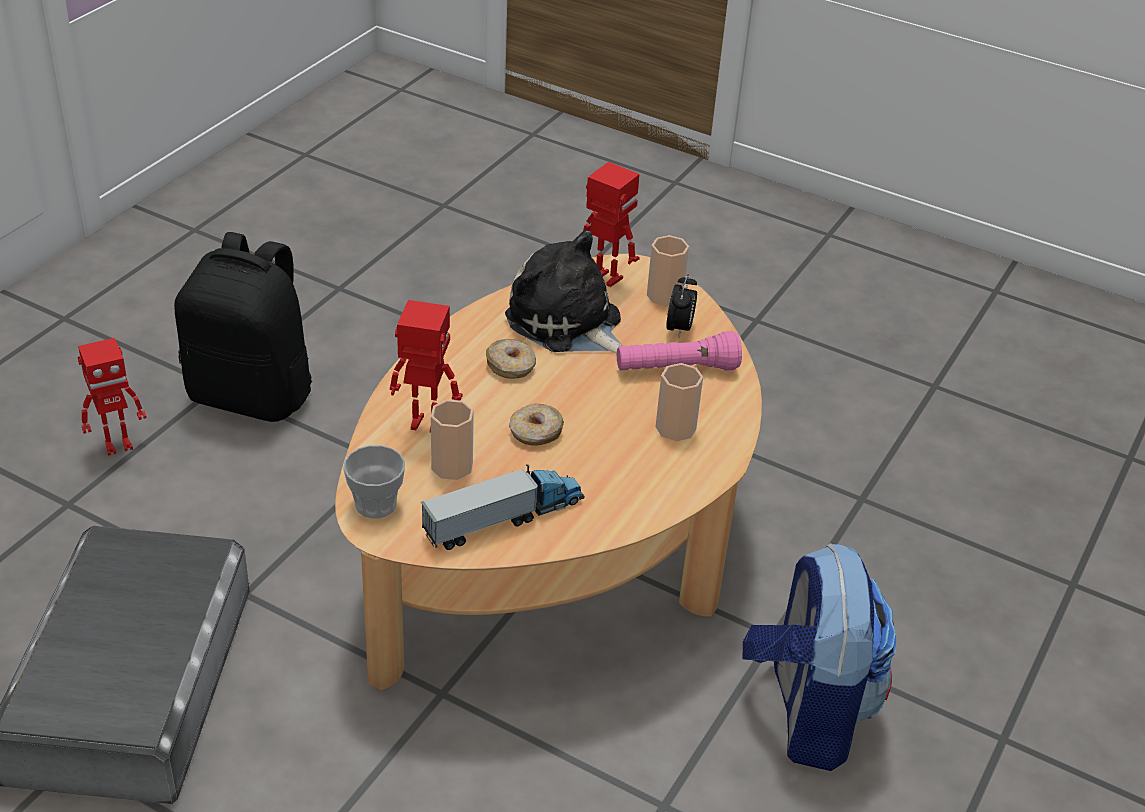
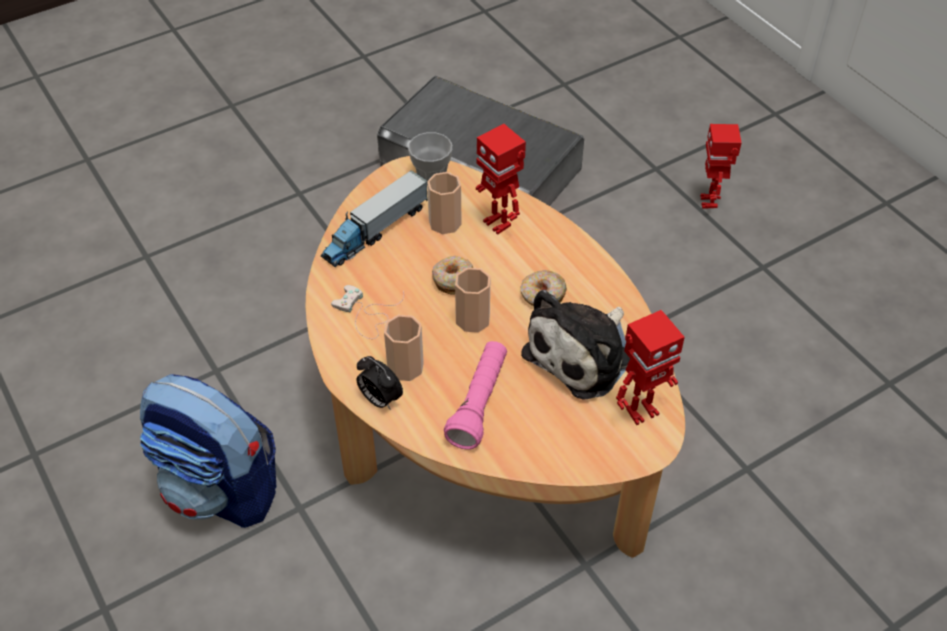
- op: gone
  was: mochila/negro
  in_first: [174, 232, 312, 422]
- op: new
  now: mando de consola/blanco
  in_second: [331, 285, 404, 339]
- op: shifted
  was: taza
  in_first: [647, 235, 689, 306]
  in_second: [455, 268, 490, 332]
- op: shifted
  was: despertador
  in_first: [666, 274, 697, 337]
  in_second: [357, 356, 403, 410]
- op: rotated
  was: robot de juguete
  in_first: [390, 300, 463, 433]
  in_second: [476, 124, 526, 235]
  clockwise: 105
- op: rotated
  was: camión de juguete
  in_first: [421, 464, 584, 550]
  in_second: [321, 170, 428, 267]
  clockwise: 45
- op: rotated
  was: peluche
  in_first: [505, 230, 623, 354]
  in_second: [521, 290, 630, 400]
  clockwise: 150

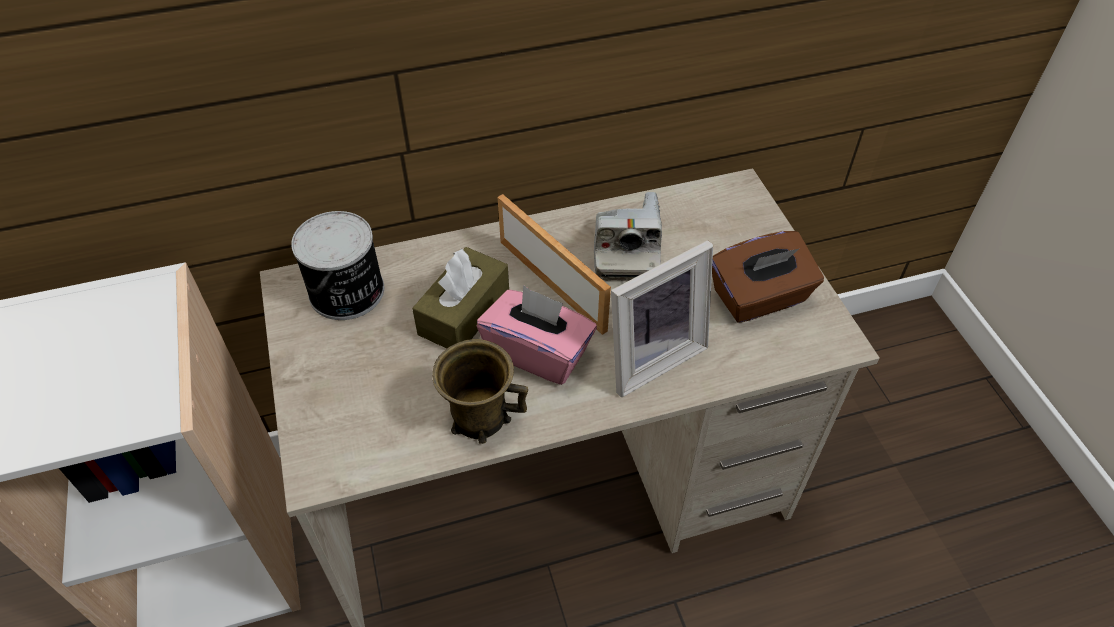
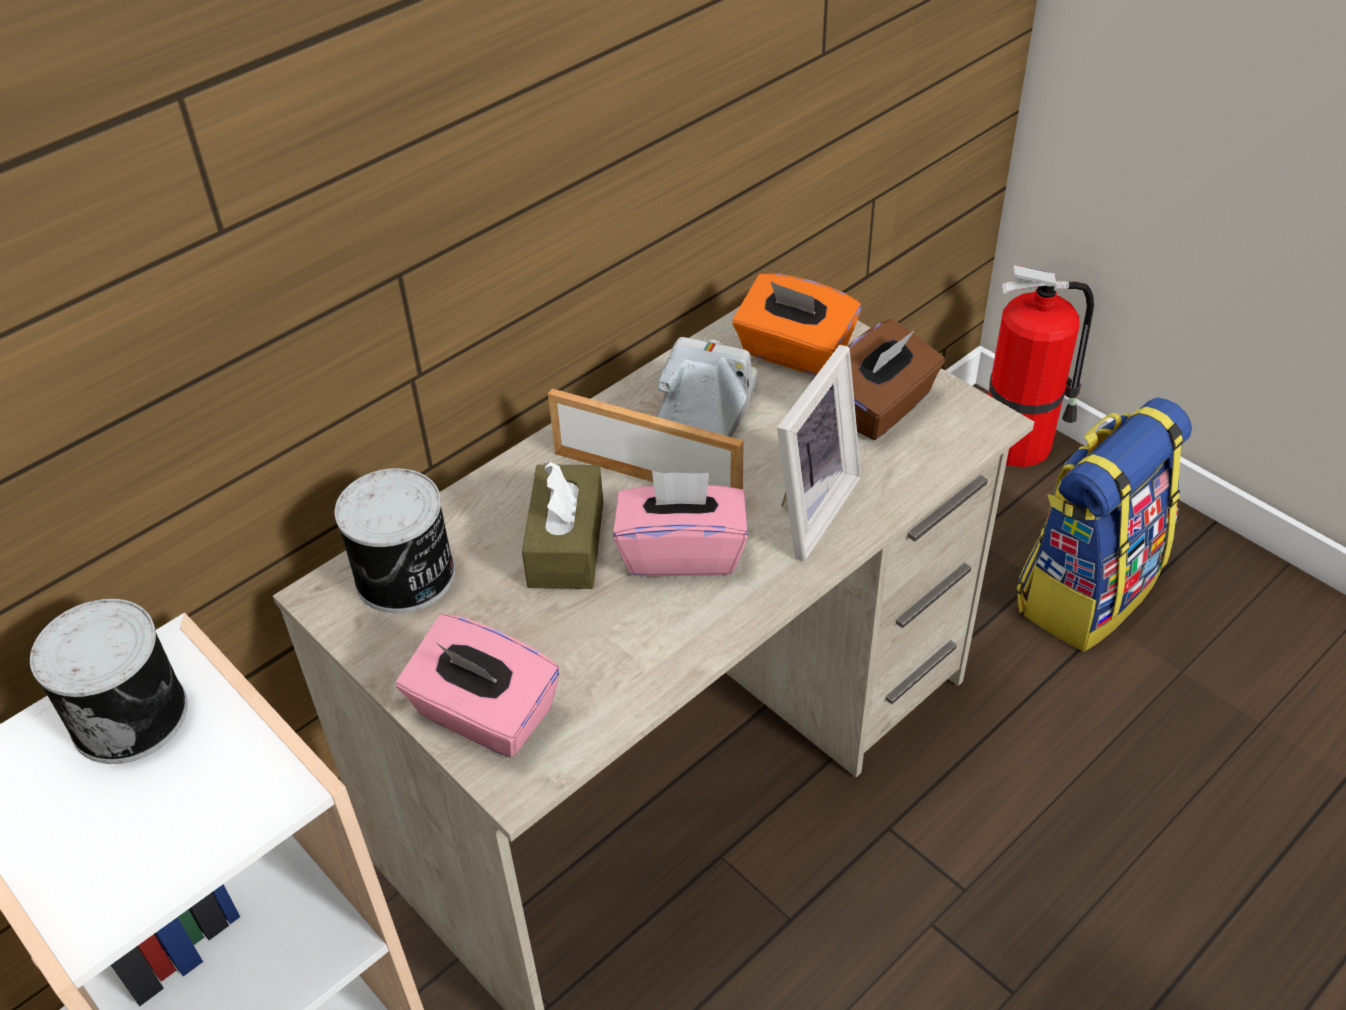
- op: gone
  was: taza grande/marrón
  in_first: [432, 339, 528, 444]
- op: new
  now: lata
  in_second: [30, 599, 188, 764]
- op: new
  now: caja de pañuelos/rosa
  in_second: [396, 614, 560, 757]
- op: new
  now: caja de pañuelos/naranja
  in_second: [732, 274, 861, 376]
- op: new
  now: extintor
  in_second: [988, 265, 1094, 467]
- op: new
  now: mochila
  in_second: [1016, 397, 1192, 652]
- op: rotated
  was: cámara
  in_first: [594, 192, 662, 281]
  in_second: [656, 337, 757, 437]
  clockwise: -135

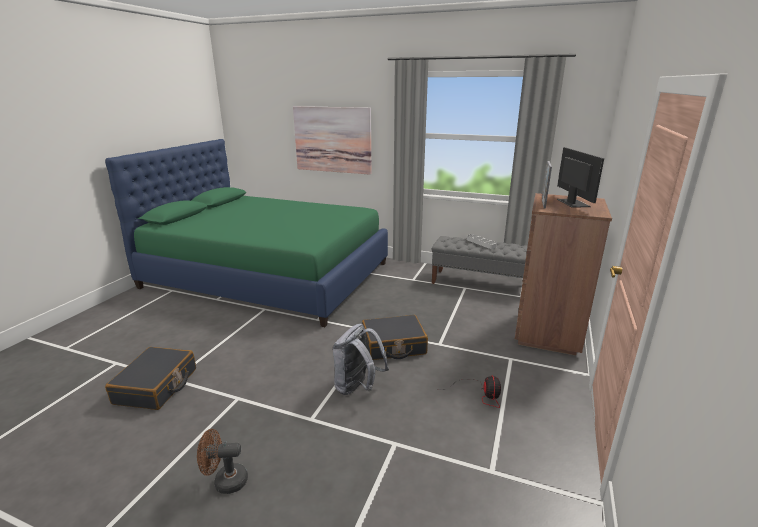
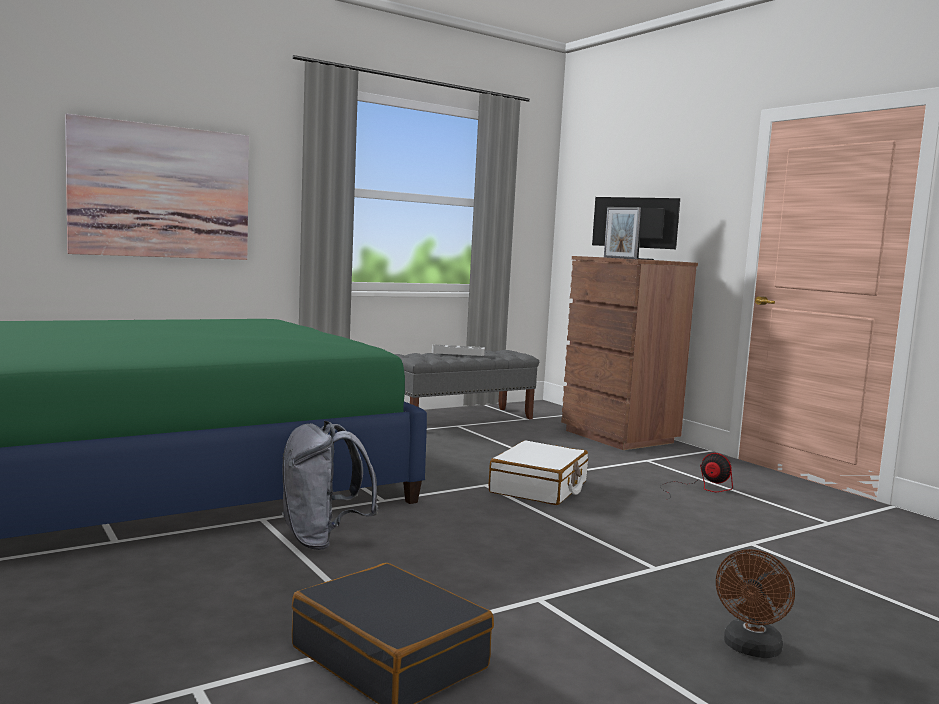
- op: shifted
  was: mochila/gris
  in_first: [332, 323, 389, 395]
  in_second: [282, 421, 379, 550]
- op: repainted
  was: maleta/negro
  now: maleta/blanco
  in_first: [362, 315, 428, 360]
  in_second: [489, 440, 588, 505]

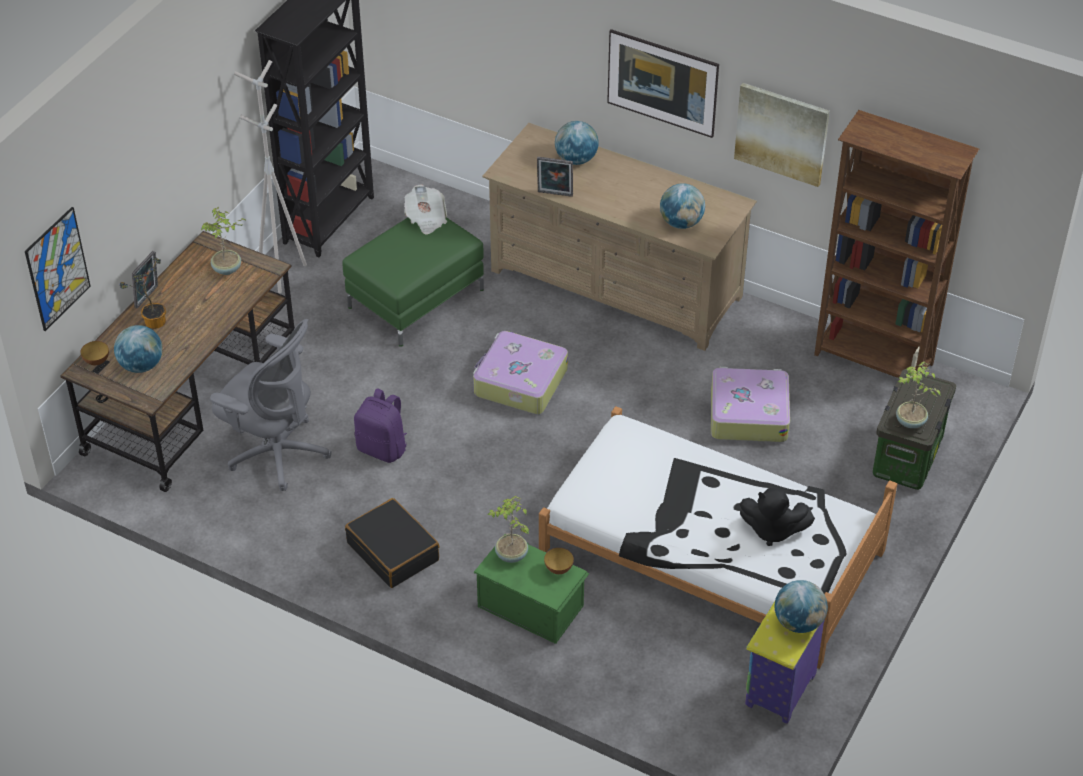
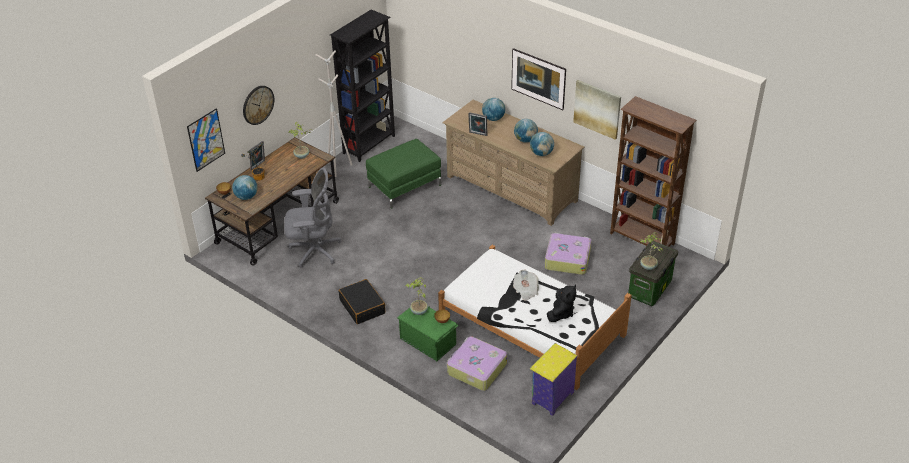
- op: gone
  was: mochila/morado
  in_first: [354, 388, 407, 463]
- op: new
  now: reloj de pared
  in_second: [243, 86, 274, 125]
- op: shifted
  was: periódico
  in_first: [404, 185, 447, 235]
  in_second: [513, 269, 539, 301]
- op: shifted
  was: maleta
  in_first: [473, 331, 568, 414]
  in_second: [447, 336, 507, 391]
- op: shifted
  was: globo terráqueo
  in_first: [775, 580, 828, 633]
  in_second: [514, 119, 538, 143]
- op: rotated
  was: silla de oficina/gris
  in_first: [210, 319, 332, 491]
  in_second: [284, 167, 341, 268]
  clockwise: -45
- op: rotated
  was: peluche/negro
  in_first: [740, 488, 815, 546]
  in_second: [547, 284, 576, 322]
  clockwise: -90

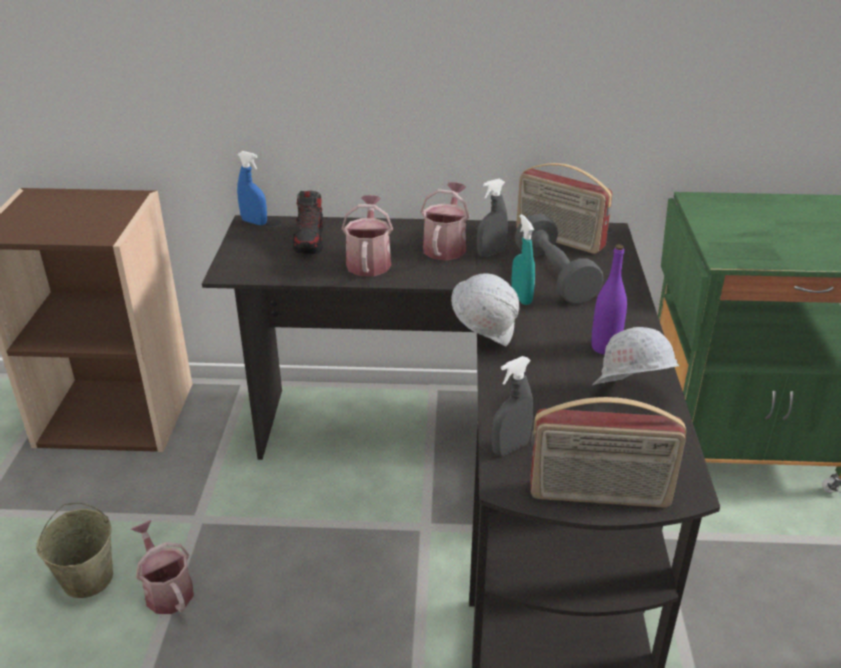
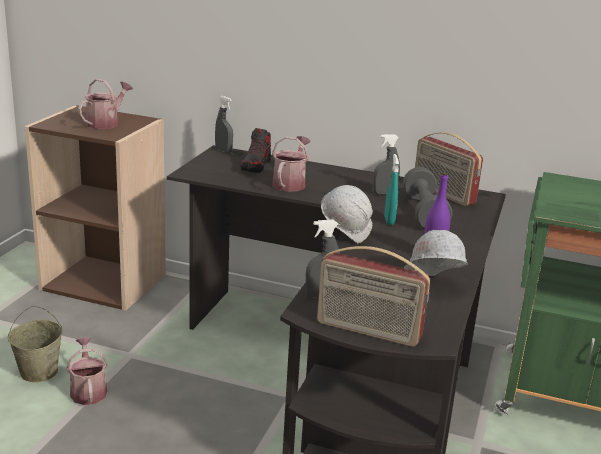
- op: shifted
  was: regadera
  in_first: [421, 182, 470, 261]
  in_second: [78, 79, 133, 129]
- op: repainted
  was: pulverizador/azul
  now: pulverizador/gris
  in_first: [237, 151, 267, 225]
  in_second: [215, 96, 233, 153]

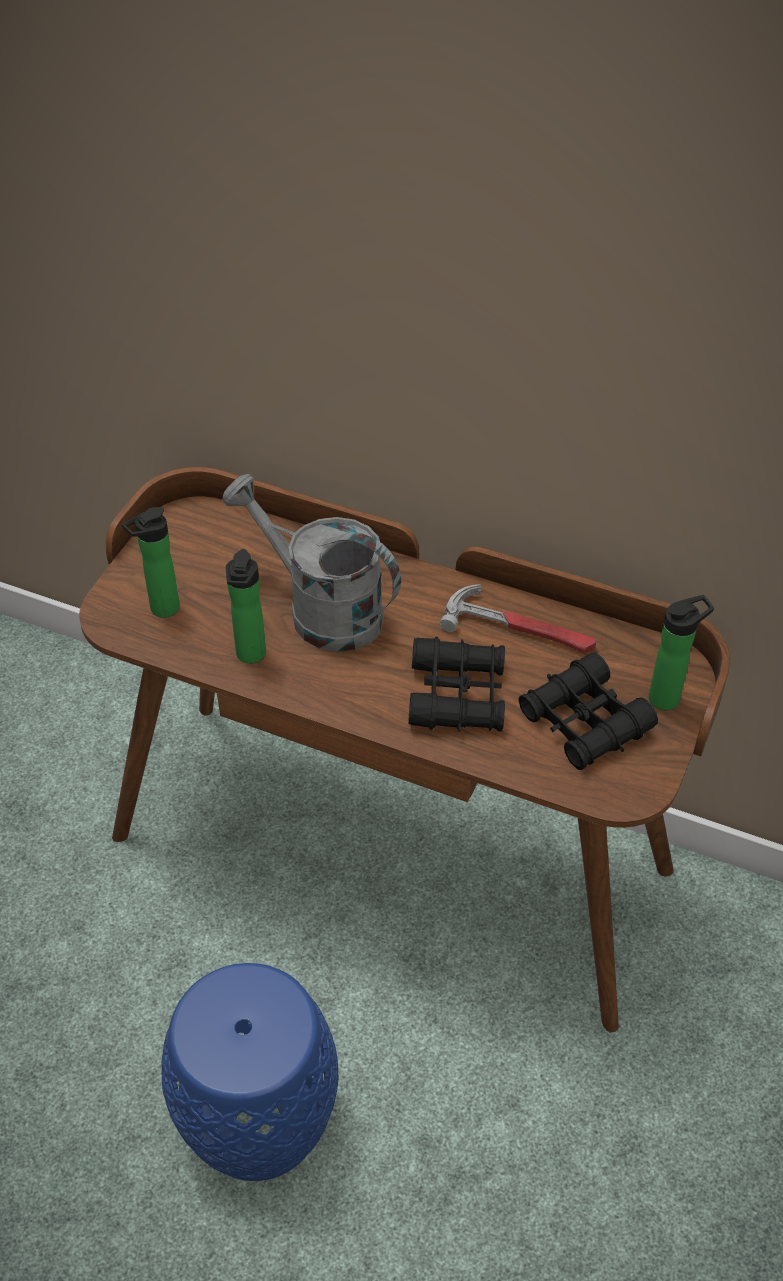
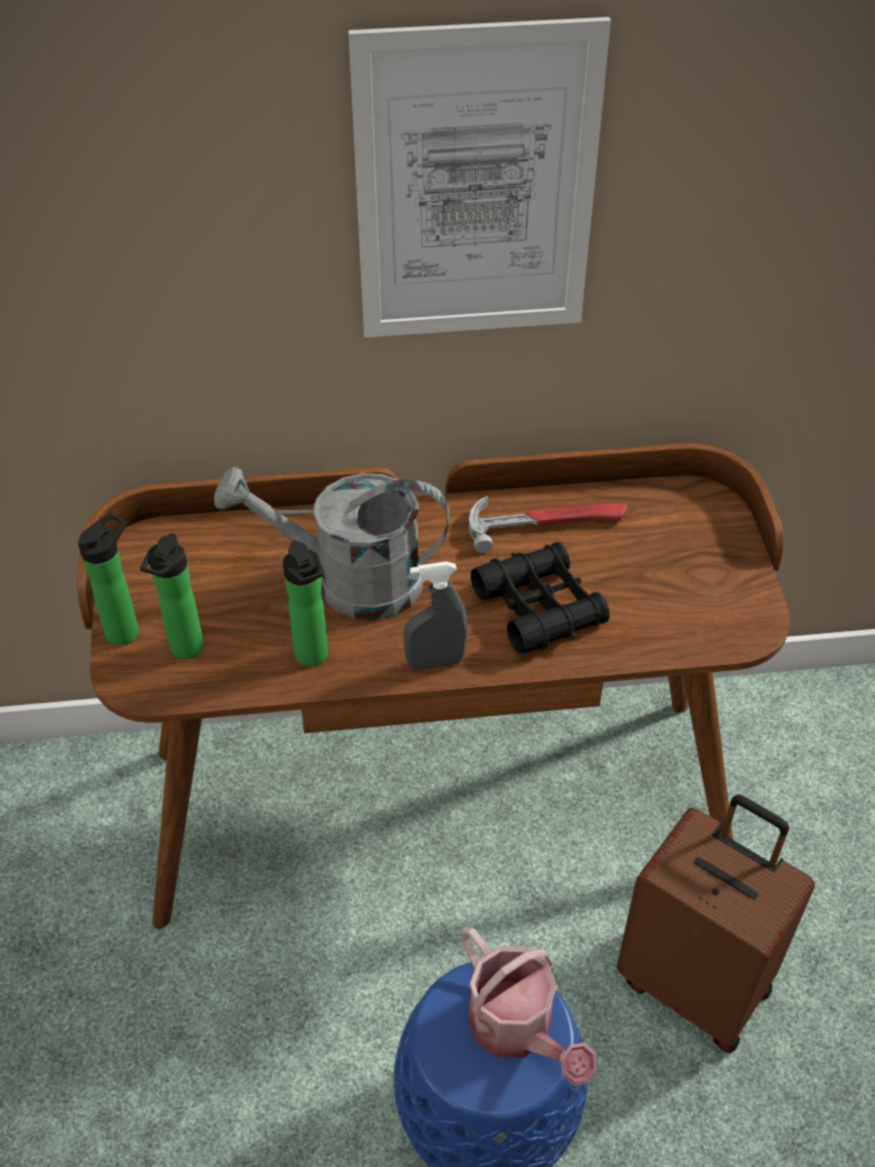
- op: gone
  was: prismáticos/negro
  in_first: [518, 653, 658, 770]
- op: new
  now: cuadro
  in_second: [348, 17, 611, 338]
- op: new
  now: pulverizador/gris
  in_second: [403, 562, 468, 671]
- op: new
  now: regadera
  in_second: [462, 927, 596, 1086]
- op: new
  now: maleta/marrón
  in_second: [617, 794, 815, 1053]
- op: shifted
  was: botella
  in_first: [649, 595, 714, 710]
  in_second: [78, 512, 139, 645]

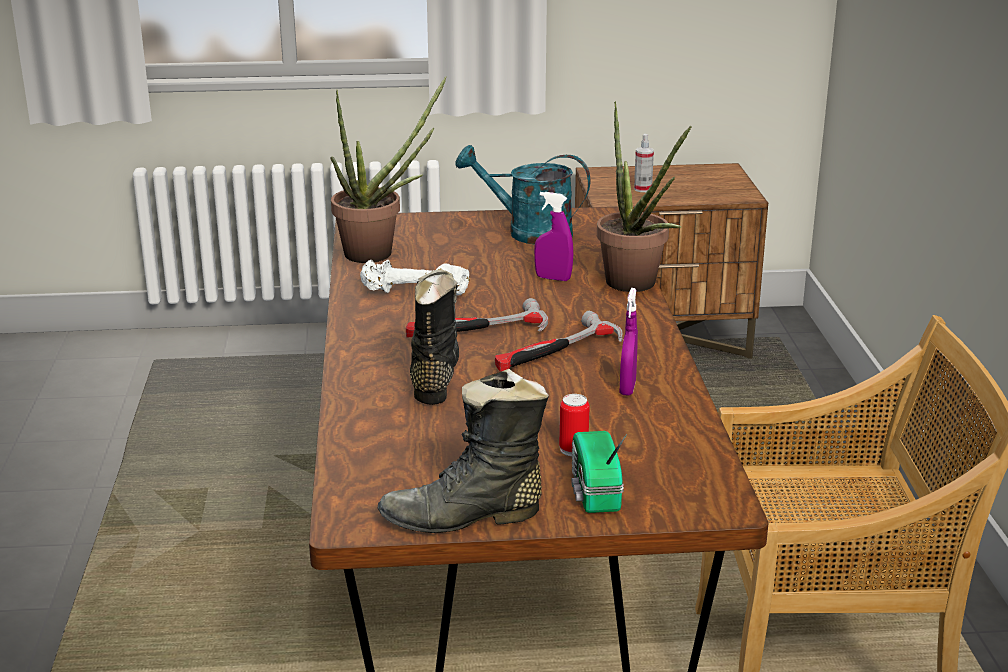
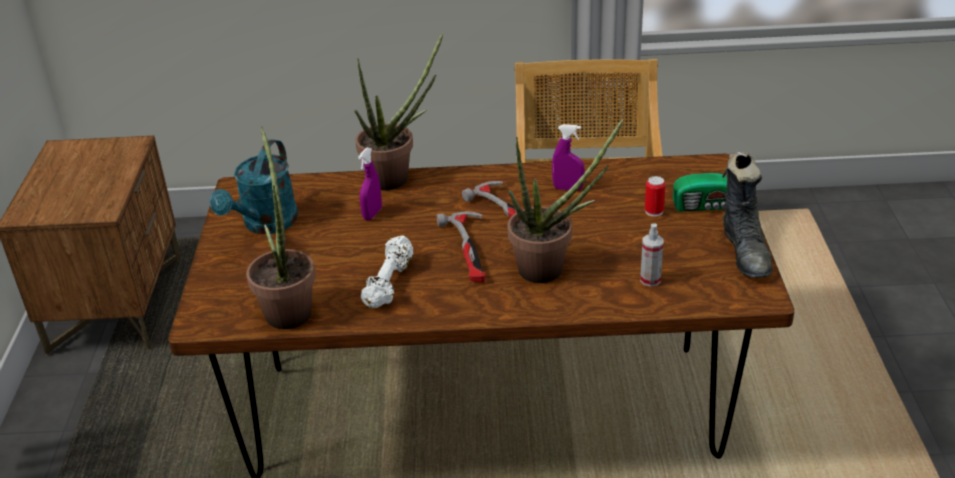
- op: shifted
  was: pulverizador
  in_first: [634, 134, 654, 192]
  in_second: [640, 223, 663, 287]
- op: swapped
  was: bota/negro
  now: planta en maceta
  in_first: [410, 269, 459, 405]
  in_second: [507, 119, 624, 283]

